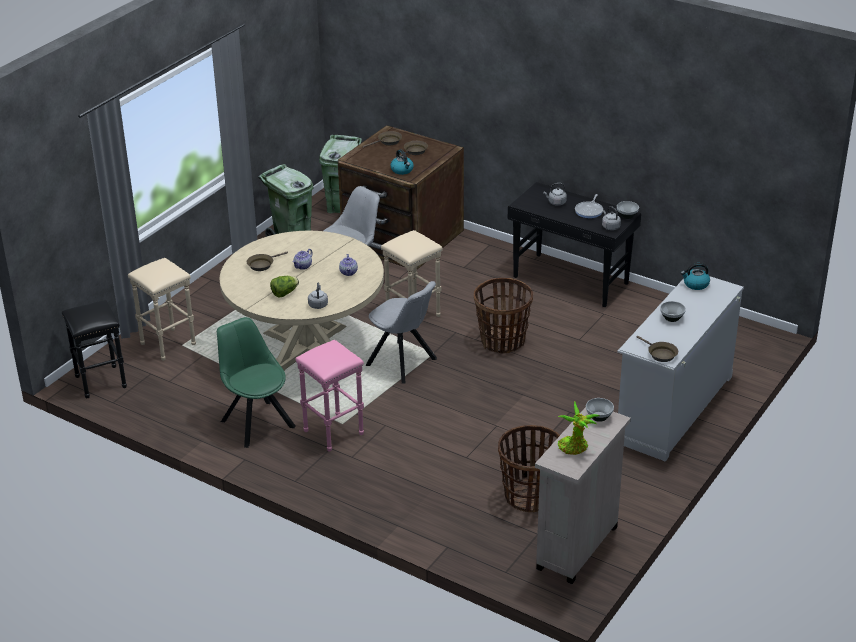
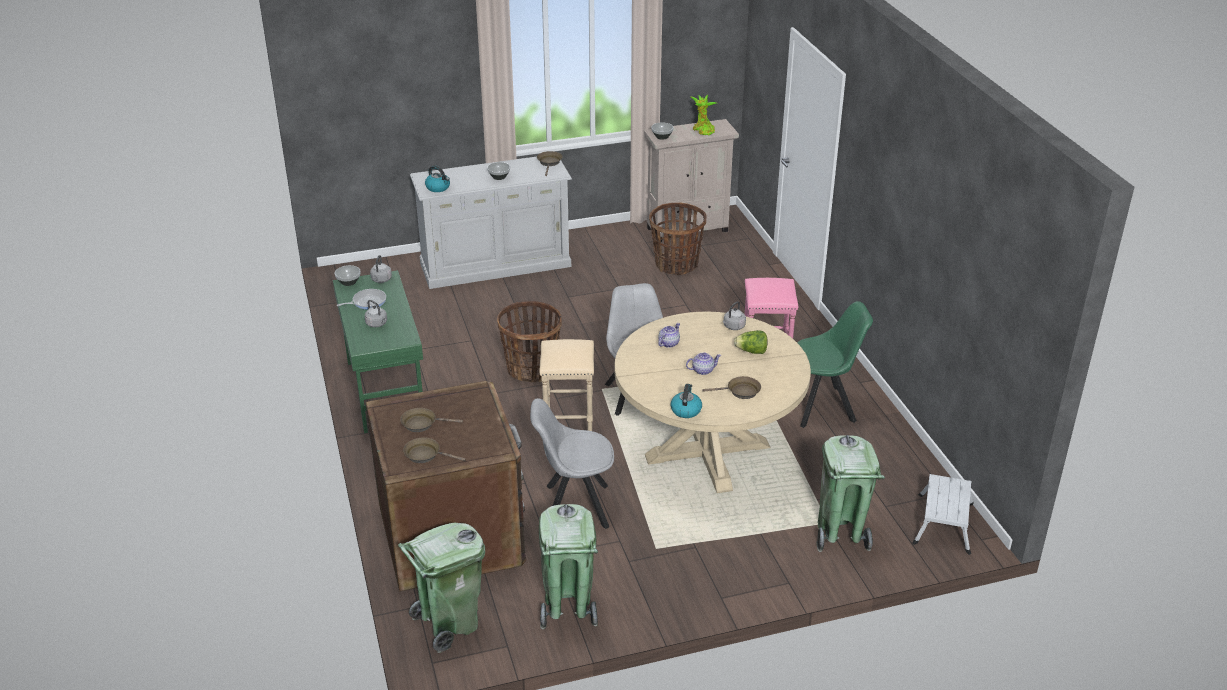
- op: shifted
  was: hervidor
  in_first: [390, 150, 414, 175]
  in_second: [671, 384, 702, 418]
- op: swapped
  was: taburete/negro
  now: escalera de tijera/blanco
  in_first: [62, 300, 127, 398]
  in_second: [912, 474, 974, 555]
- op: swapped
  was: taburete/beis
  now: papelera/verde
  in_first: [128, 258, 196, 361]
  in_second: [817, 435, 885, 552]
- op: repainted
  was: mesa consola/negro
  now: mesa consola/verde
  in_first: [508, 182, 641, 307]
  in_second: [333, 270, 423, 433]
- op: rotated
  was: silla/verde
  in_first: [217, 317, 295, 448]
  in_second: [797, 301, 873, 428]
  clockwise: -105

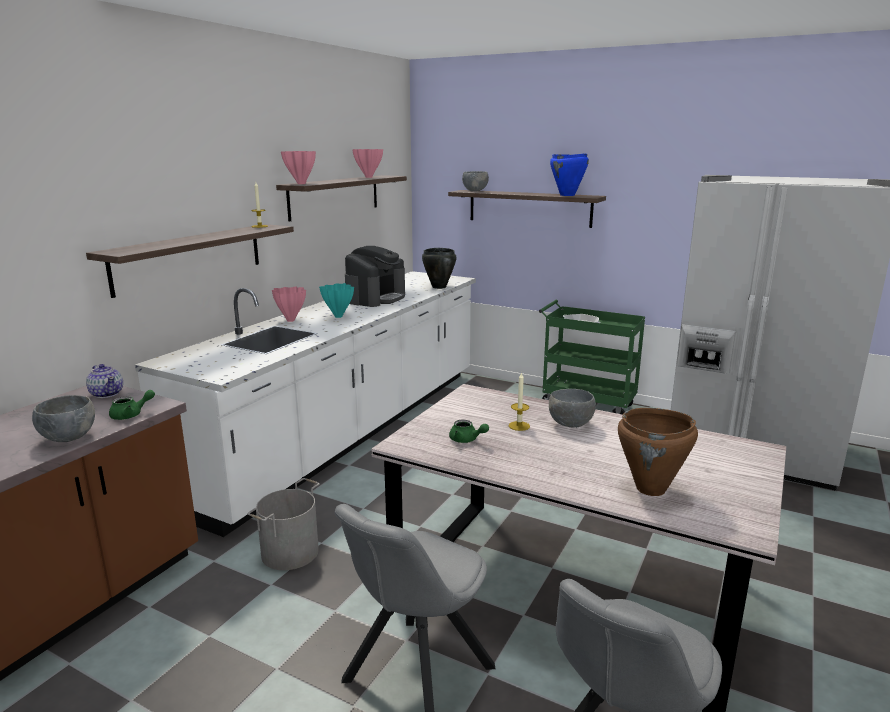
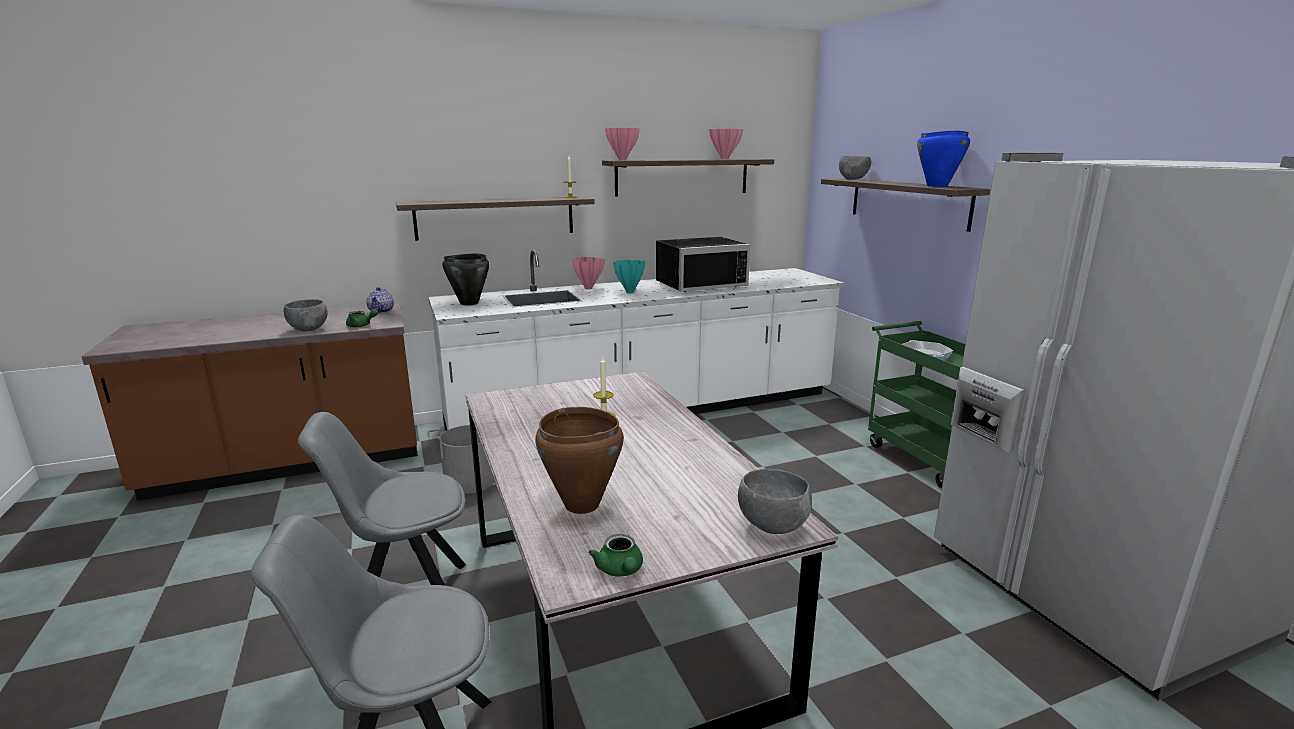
- op: shifted
  was: olla/negro
  in_first: [422, 248, 457, 289]
  in_second: [442, 253, 489, 305]
- op: shifted
  was: tetera/verde
  in_first: [449, 420, 489, 443]
  in_second: [588, 534, 643, 576]
- op: shifted
  was: cuenco/gris
  in_first: [549, 389, 596, 428]
  in_second: [738, 469, 812, 534]
- op: swapped
  was: cafetera
  now: microondas/negro
  in_first: [345, 246, 405, 307]
  in_second: [656, 237, 750, 292]

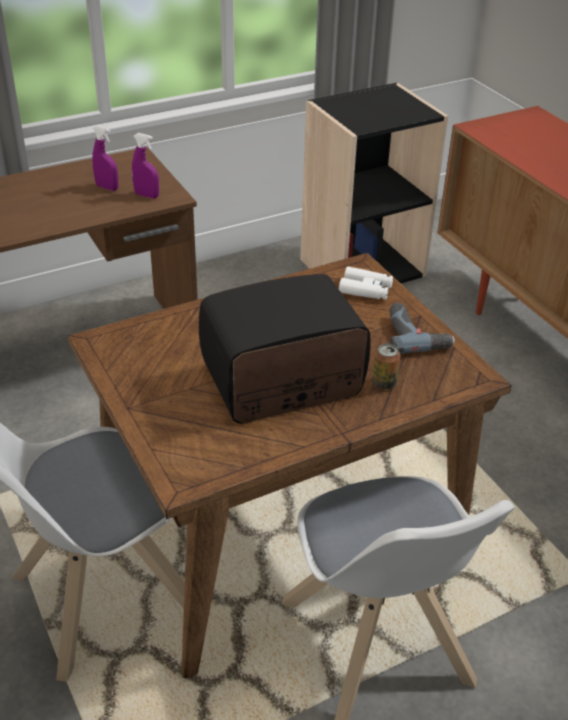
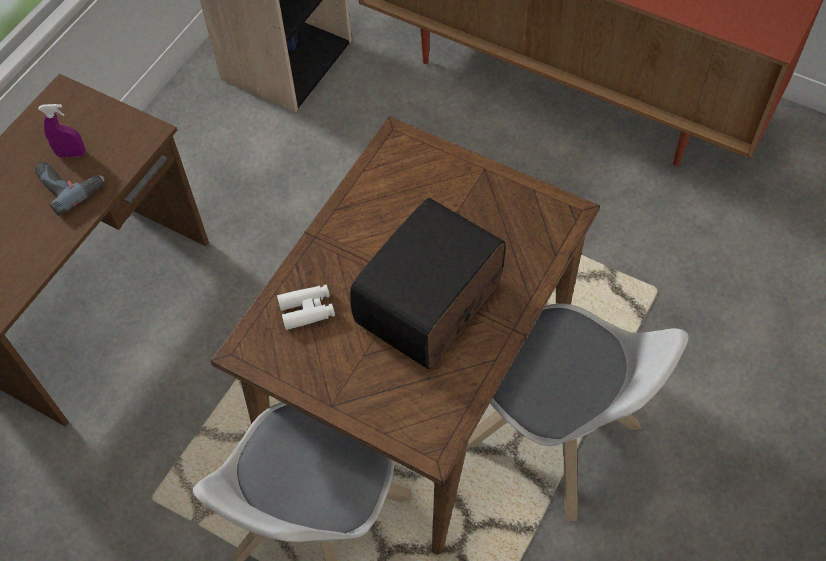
- op: gone
  was: pulverizador/morado
  in_first: [132, 133, 159, 198]
- op: gone
  was: lata
  in_first: [372, 343, 400, 389]
- op: shifted
  was: prismáticos/blanco
  in_first: [339, 266, 393, 300]
  in_second: [277, 285, 335, 330]
- op: shifted
  was: taladro
  in_first: [389, 303, 456, 353]
  in_second: [35, 162, 105, 216]

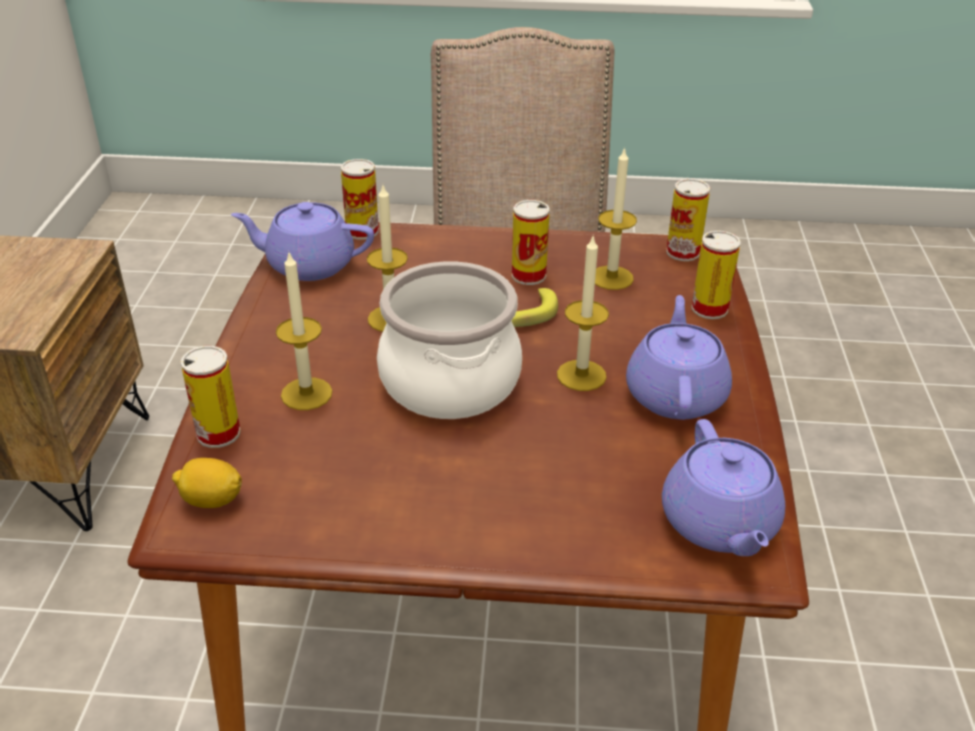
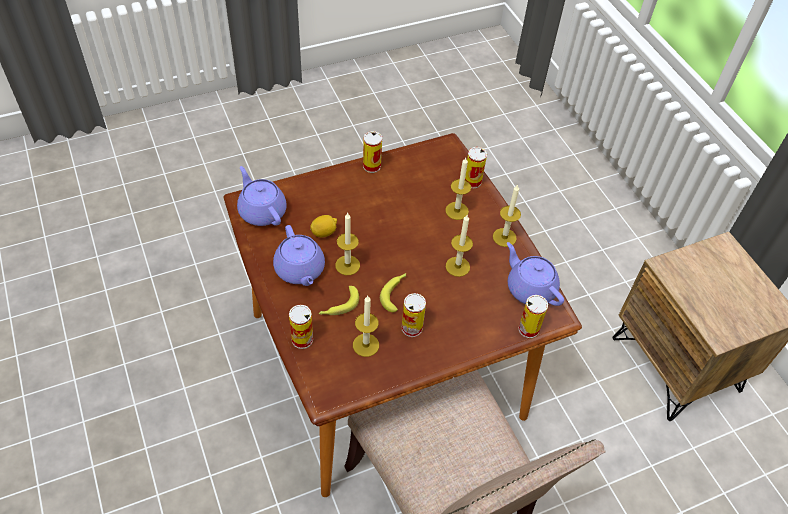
- op: gone
  was: olla
  in_first: [377, 261, 522, 419]
- op: new
  now: plátano
  in_second: [319, 286, 359, 315]
- op: new
  now: vela
  in_second: [493, 184, 521, 247]
- op: shifted
  was: limón
  in_first: [172, 458, 242, 508]
  in_second: [310, 215, 337, 237]
- op: shifted
  was: lata
  in_first: [666, 179, 710, 261]
  in_second: [363, 131, 382, 173]
- op: rotated
  was: tetera/morado
  in_first: [231, 202, 374, 281]
  in_second: [507, 242, 564, 306]
  clockwise: -105

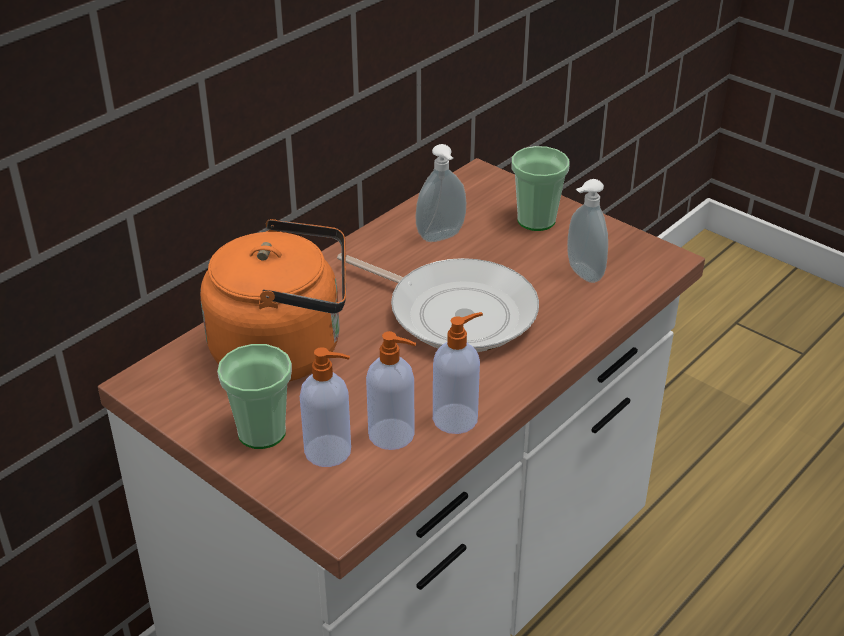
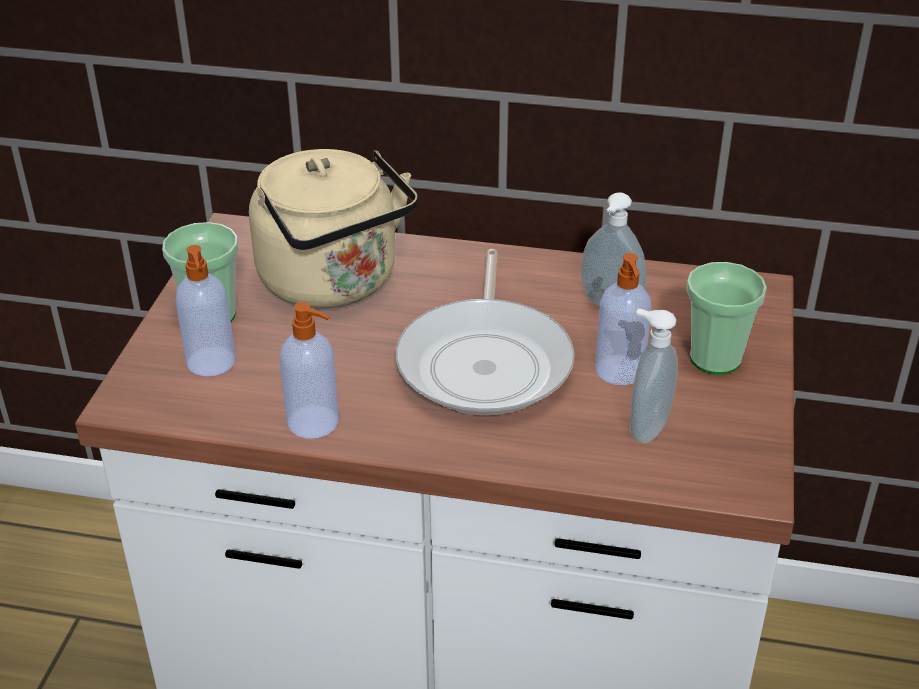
- op: shifted
  was: dispensador de jabón
  in_first: [366, 331, 416, 450]
  in_second: [595, 253, 651, 385]
- op: repainted
  was: hervidor/naranja
  now: hervidor/beis
  in_first: [200, 219, 346, 382]
  in_second: [249, 149, 418, 309]

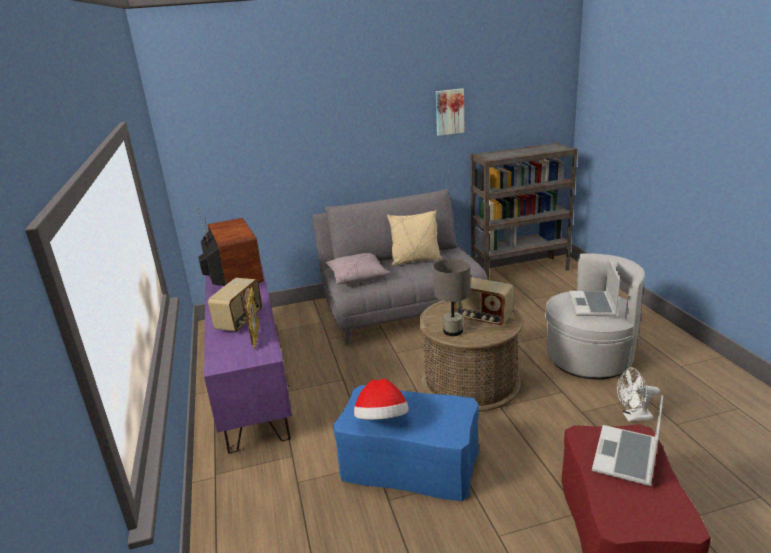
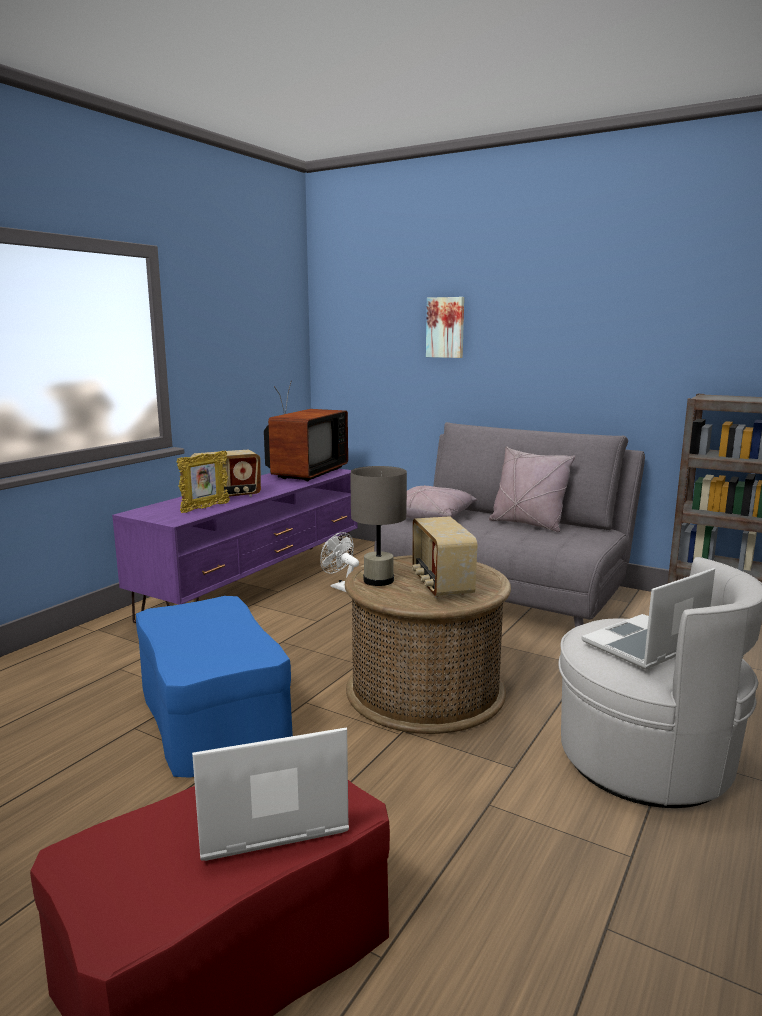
- op: gone
  was: sombrero
  in_first: [354, 379, 409, 420]
- op: shifted
  was: cuadro
  in_first: [436, 88, 464, 136]
  in_second: [426, 297, 464, 358]
- op: shifted
  was: ventilador/blanco
  in_first: [617, 367, 660, 422]
  in_second: [320, 532, 359, 592]
- op: repainted
  was: cojín/beis
  now: cojín/morado
  in_first: [387, 210, 442, 266]
  in_second: [489, 446, 575, 532]

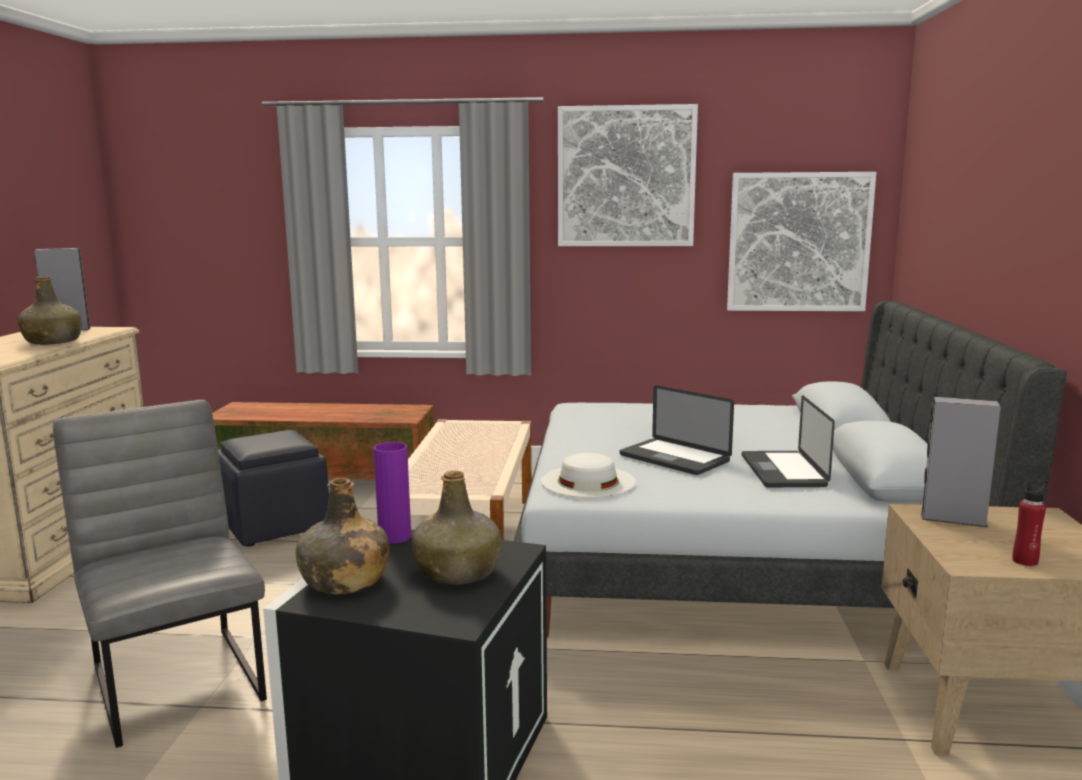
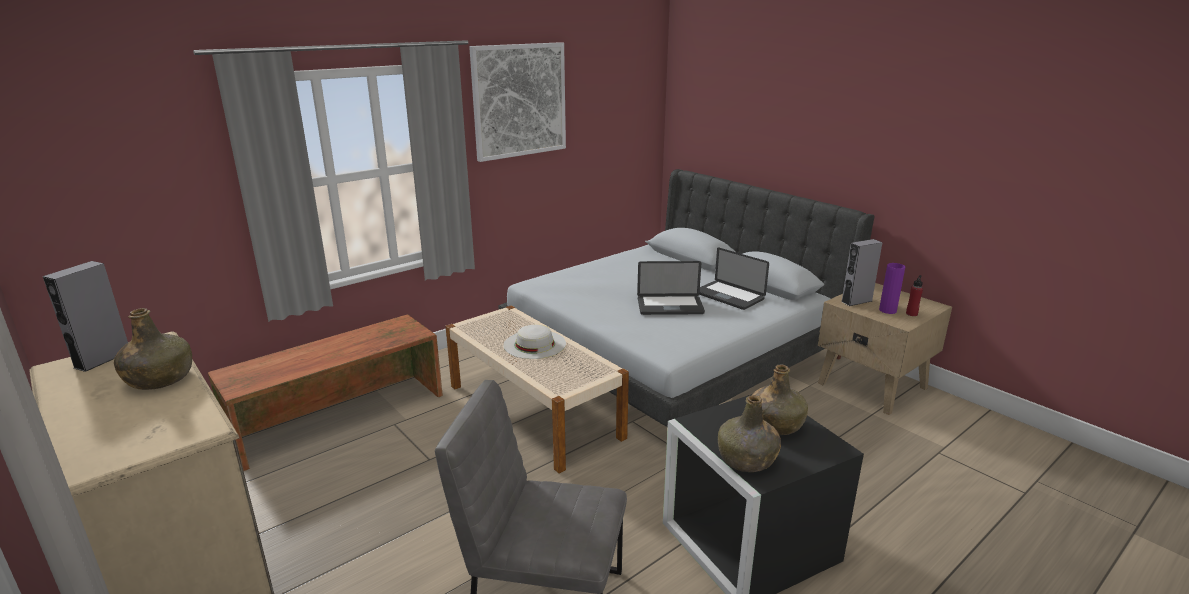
- op: gone
  was: puf/negro
  in_first: [218, 430, 329, 546]
- op: gone
  was: cuadro
  in_first: [727, 172, 876, 311]
- op: shifted
  was: florero/morado
  in_first: [374, 442, 411, 544]
  in_second: [879, 263, 905, 314]
- op: shifted
  was: sombrero/blanco
  in_first: [541, 453, 636, 498]
  in_second: [503, 325, 566, 359]

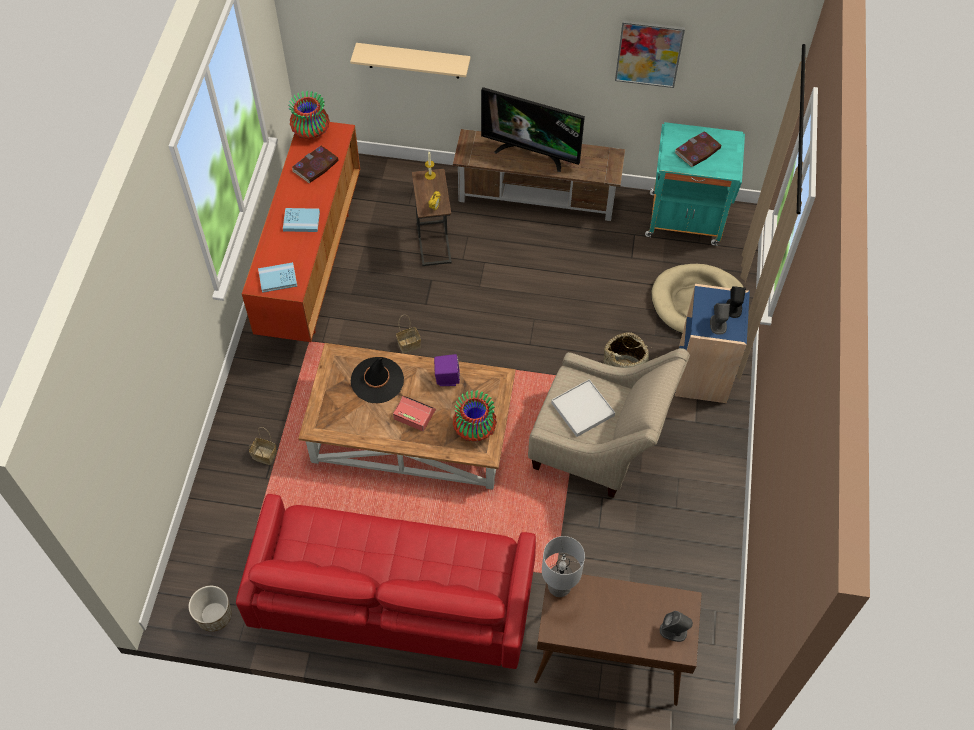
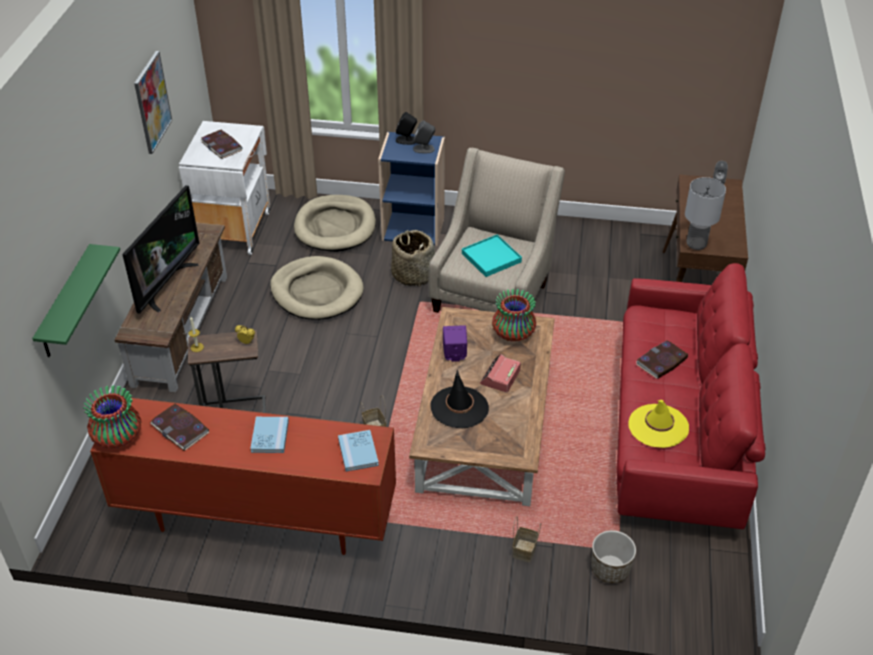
- op: new
  now: cama para perro/beis
  in_second: [270, 256, 364, 320]
- op: new
  now: sombrero/amarillo
  in_second: [628, 400, 689, 448]
- op: new
  now: libro
  in_second: [636, 340, 688, 379]
- op: shifted
  was: maceta
  in_first: [189, 586, 232, 632]
  in_second: [591, 530, 636, 583]
- op: repainted
  was: estante/beis
  now: estante/verde
  in_first: [350, 43, 470, 79]
  in_second: [32, 244, 120, 357]
- op: repainted
  was: bandeja/blanco
  now: bandeja/turquesa
  in_first: [551, 379, 615, 437]
  in_second: [462, 235, 522, 277]
- op: repainted
  was: carrito/turquesa
  now: carrito/blanco
  in_first: [645, 122, 745, 246]
  in_second: [179, 121, 271, 255]

